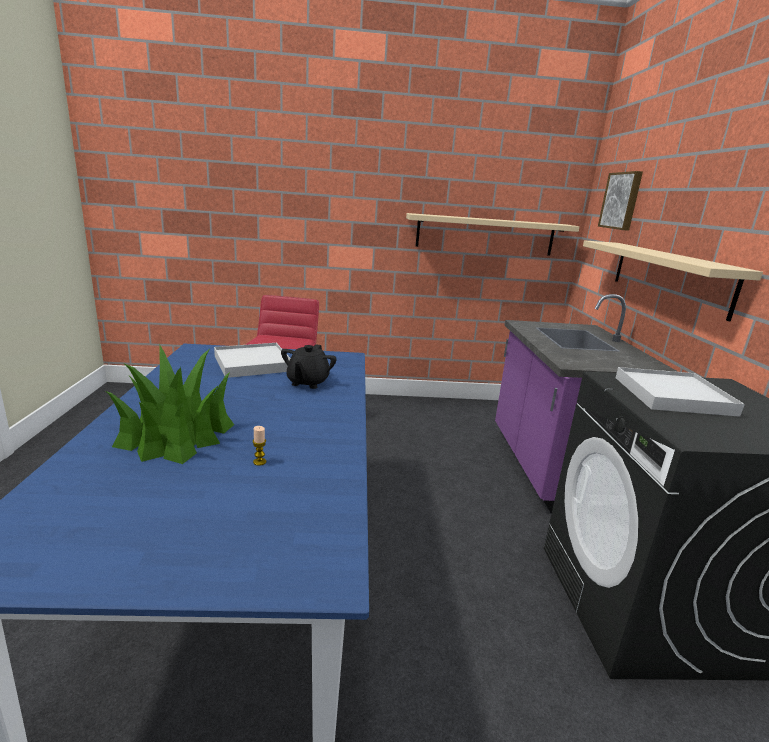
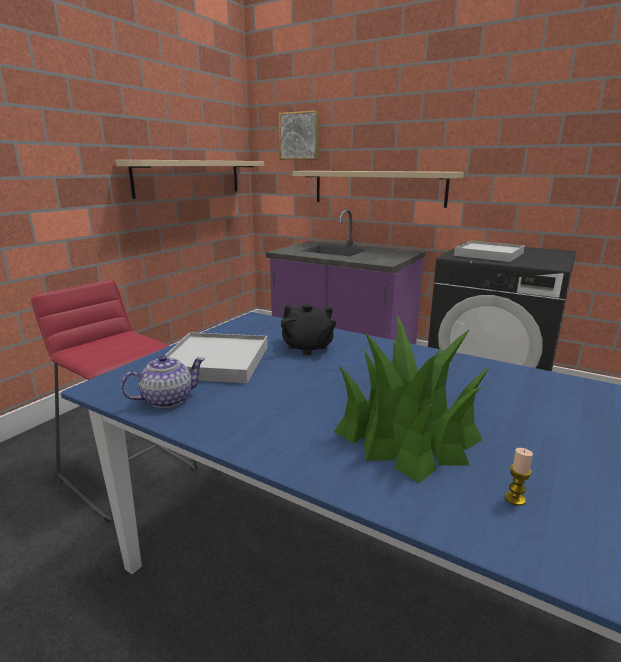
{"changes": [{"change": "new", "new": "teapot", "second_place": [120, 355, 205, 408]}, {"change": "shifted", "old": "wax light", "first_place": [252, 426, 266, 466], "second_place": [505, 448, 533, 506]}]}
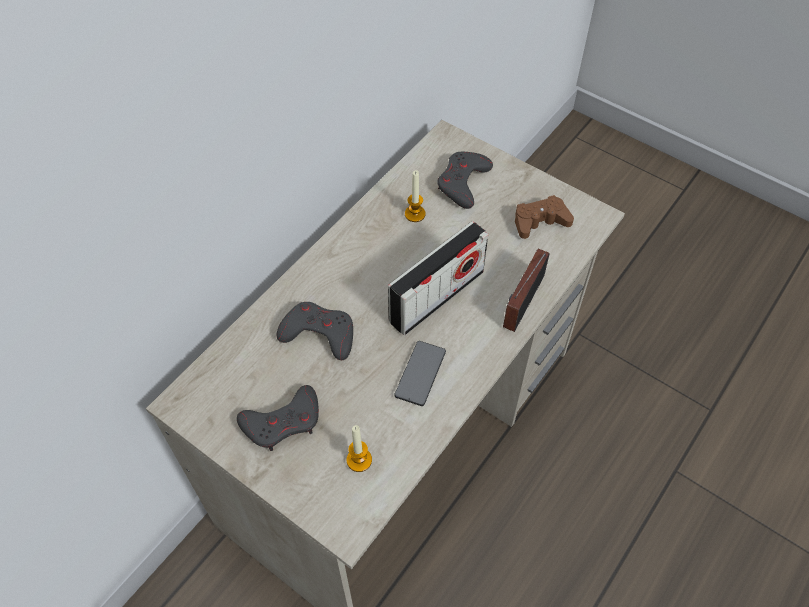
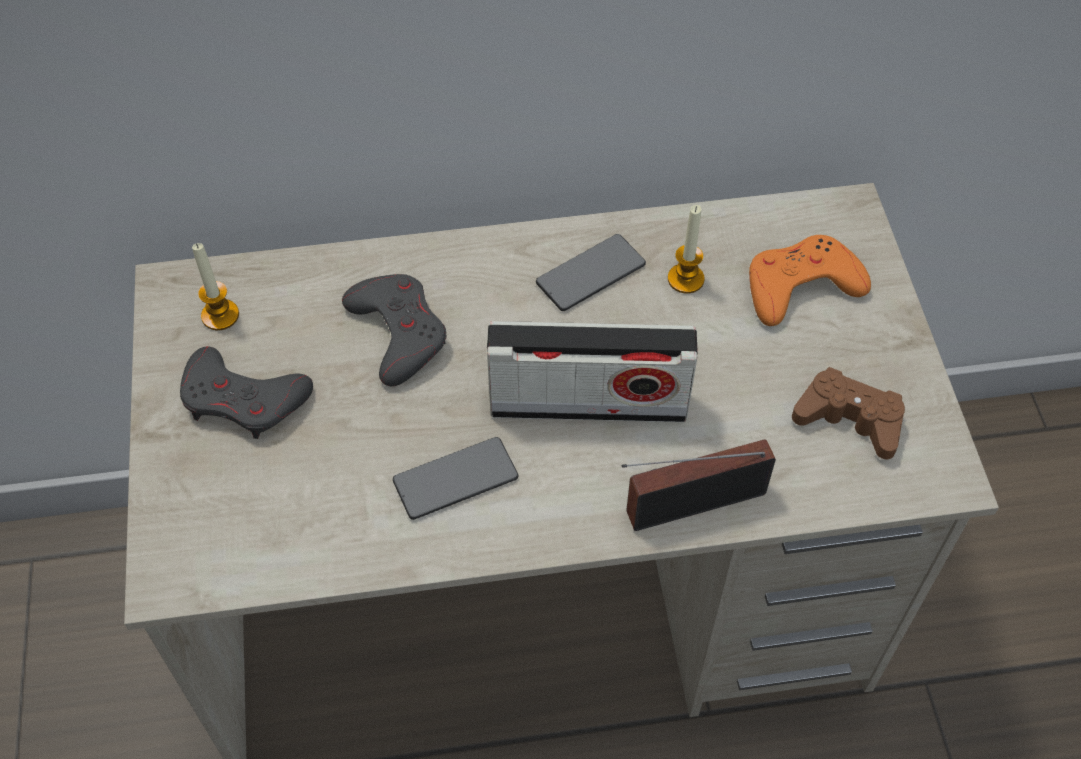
{"changes": [{"change": "new", "new": "handset", "second_place": [536, 234, 646, 311]}, {"change": "shifted", "old": "wax light", "first_place": [347, 425, 372, 472], "second_place": [192, 243, 239, 330]}, {"change": "repainted", "old": "greyish gamepad", "new": "orangey gamepad", "first_place": [437, 152, 493, 209], "second_place": [749, 235, 871, 326]}]}
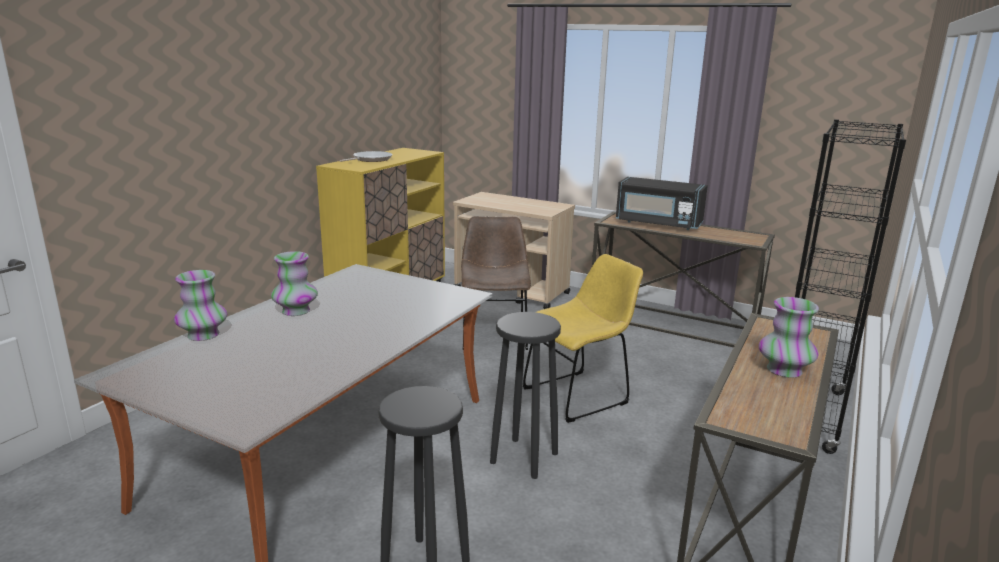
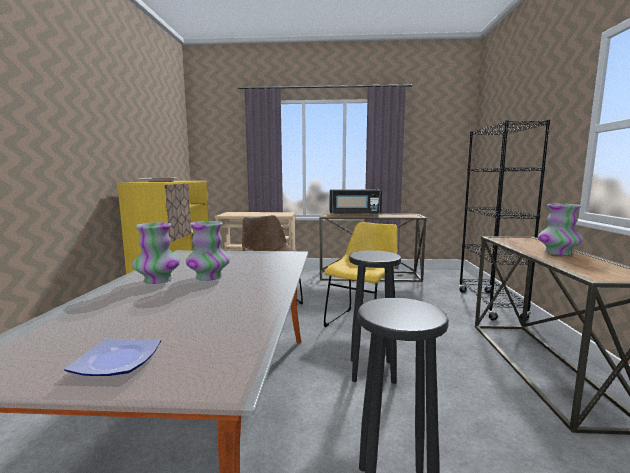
{"changes": [{"change": "new", "new": "flat dish", "second_place": [64, 338, 161, 376]}, {"change": "shifted", "old": "decorative vase", "first_place": [174, 270, 227, 341], "second_place": [186, 221, 230, 281]}]}
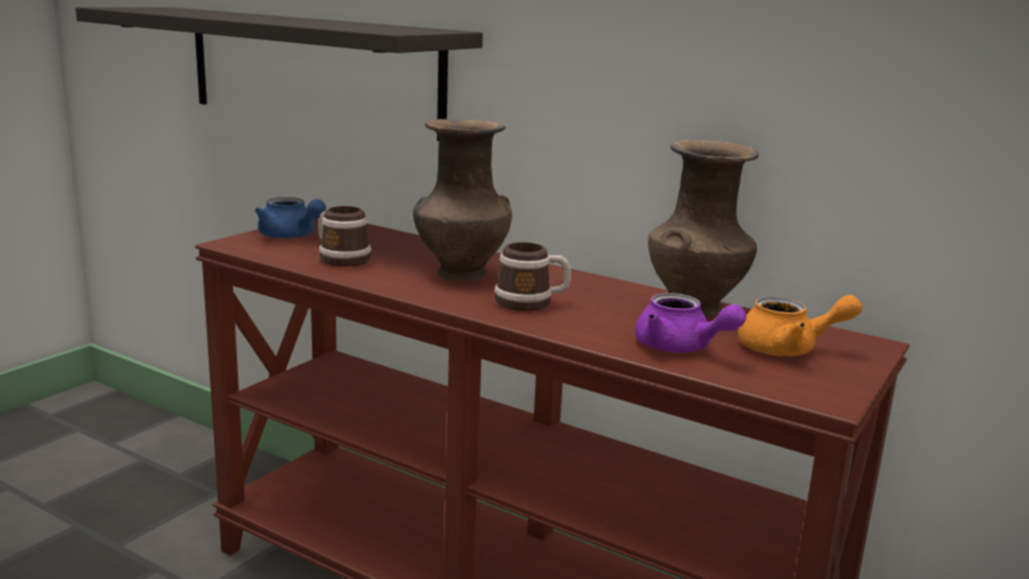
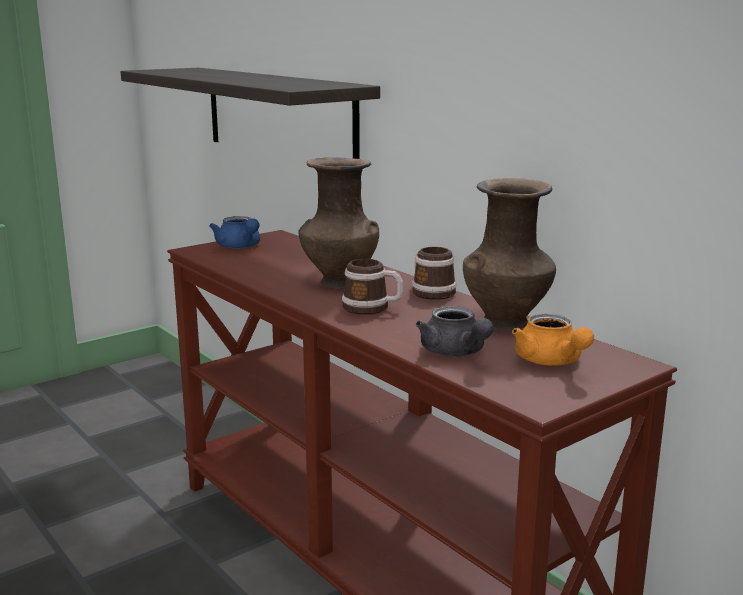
{"changes": [{"change": "shifted", "old": "coffee mug", "first_place": [318, 206, 371, 266], "second_place": [412, 247, 457, 300]}, {"change": "repainted", "old": "purplish teapot", "new": "greyish teapot", "first_place": [635, 293, 746, 353], "second_place": [416, 306, 494, 356]}, {"change": "rotated", "old": "orangey teapot", "first_place": [738, 295, 862, 356], "second_place": [512, 314, 594, 366], "degrees": 45}]}
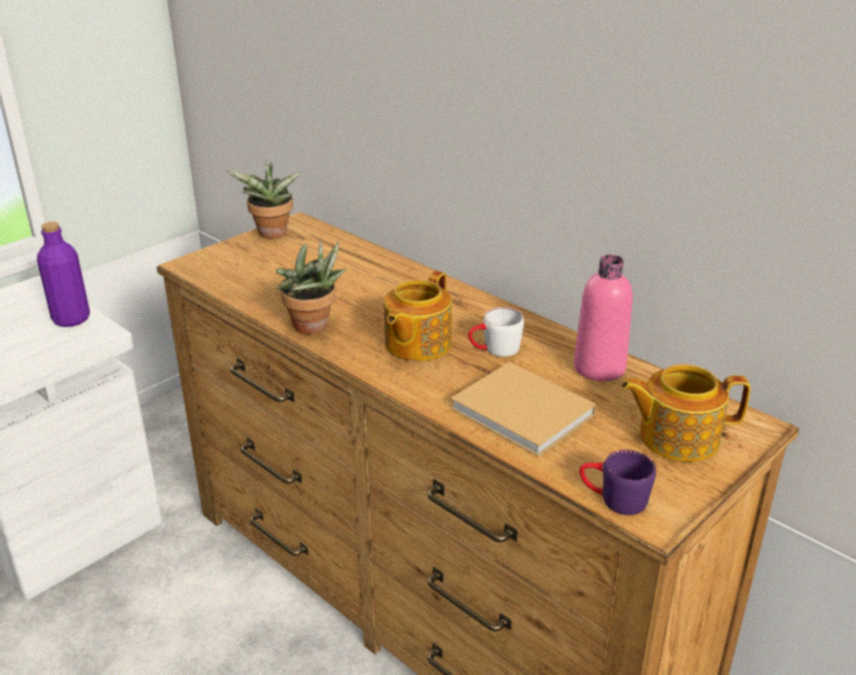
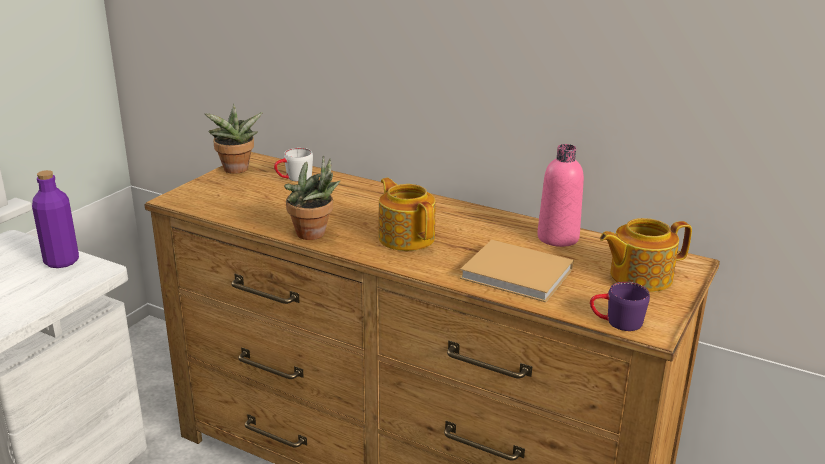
{"changes": [{"change": "shifted", "old": "whitish coffee mug", "first_place": [468, 307, 524, 357], "second_place": [274, 148, 313, 182]}, {"change": "rotated", "old": "teapot", "first_place": [384, 271, 452, 361], "second_place": [378, 178, 436, 251], "degrees": 135}]}
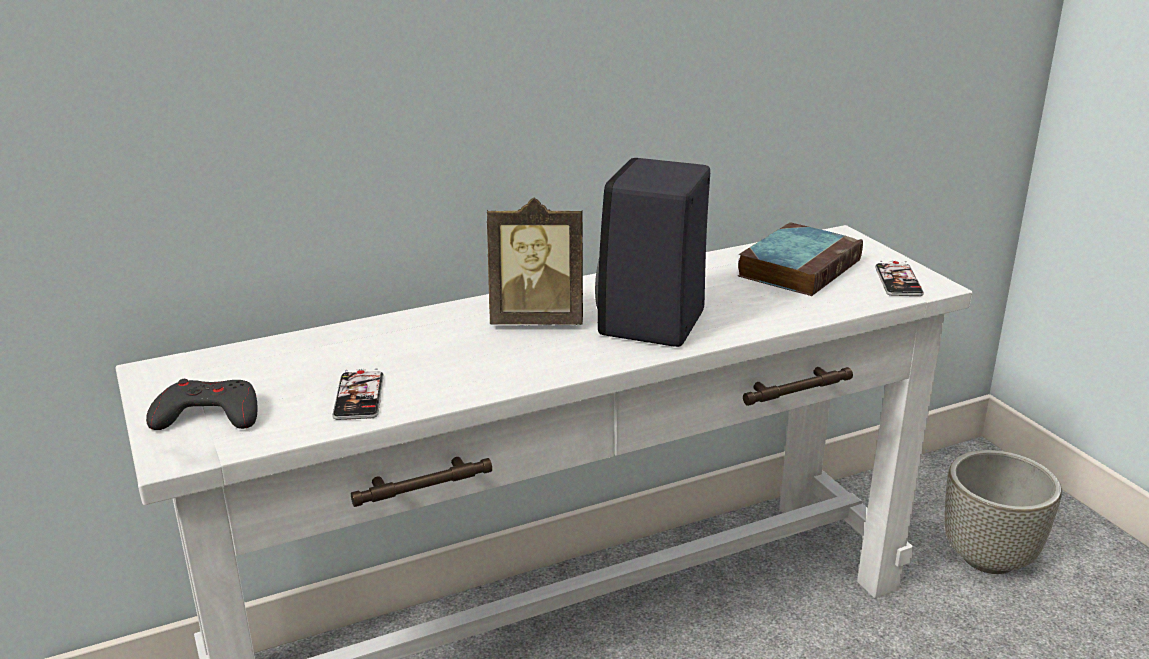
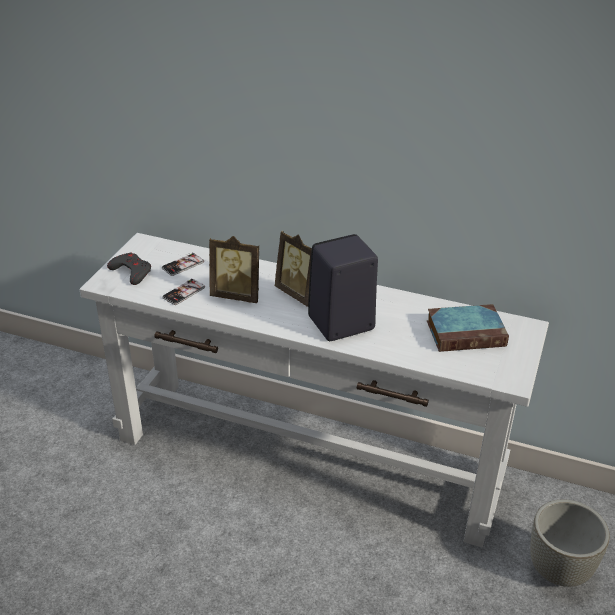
{"changes": [{"change": "new", "new": "photo frame", "second_place": [209, 236, 259, 303]}, {"change": "shifted", "old": "handset", "first_place": [875, 261, 924, 296], "second_place": [162, 252, 204, 276]}]}
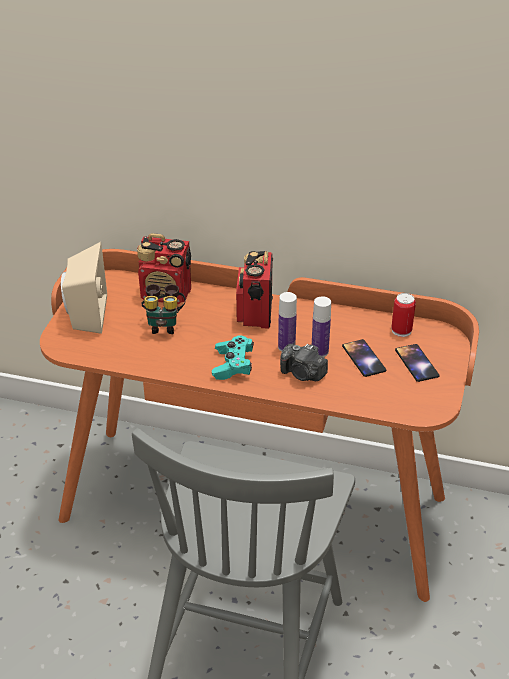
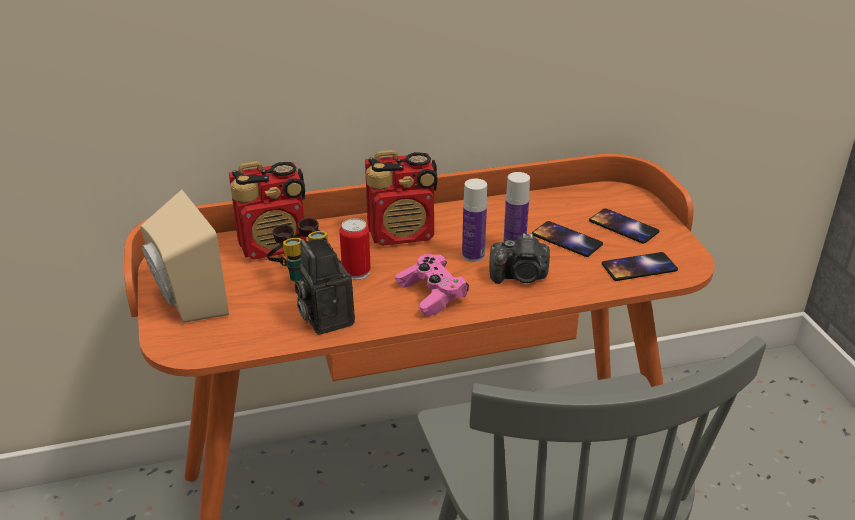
{"changes": [{"change": "new", "new": "still camera", "second_place": [295, 238, 355, 335]}, {"change": "new", "new": "handset", "second_place": [602, 252, 678, 281]}, {"change": "shifted", "old": "can", "first_place": [391, 293, 416, 337], "second_place": [339, 218, 371, 280]}, {"change": "repainted", "old": "turquoise gamepad", "new": "pinkish gamepad", "first_place": [212, 335, 254, 380], "second_place": [395, 254, 469, 317]}, {"change": "rotated", "old": "radio set", "first_place": [236, 251, 273, 328], "second_place": [365, 150, 438, 246], "degrees": -75}]}
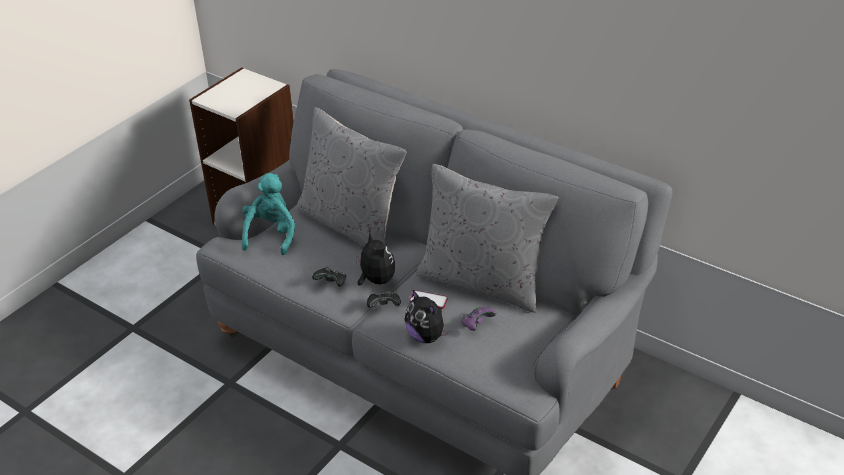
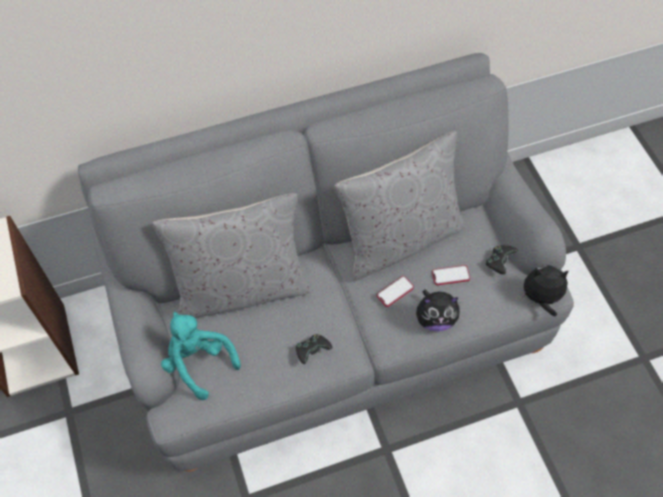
{"changes": [{"change": "shifted", "old": "soft toy", "first_place": [356, 232, 395, 285], "second_place": [520, 265, 569, 317]}, {"change": "shifted", "old": "blackish gamepad", "first_place": [367, 291, 401, 308], "second_place": [486, 245, 518, 274]}, {"change": "swapped", "old": "purplish gamepad", "new": "handset", "first_place": [461, 307, 496, 331], "second_place": [432, 265, 470, 285]}]}
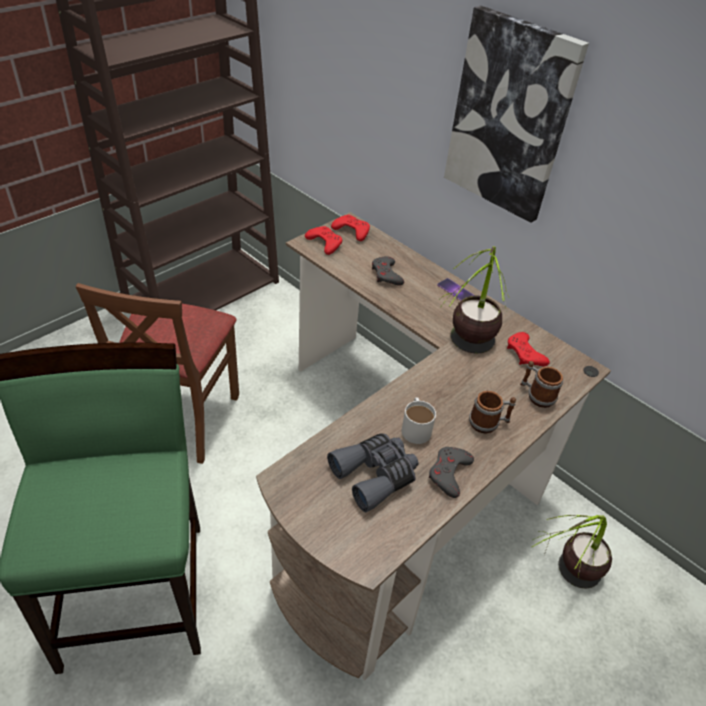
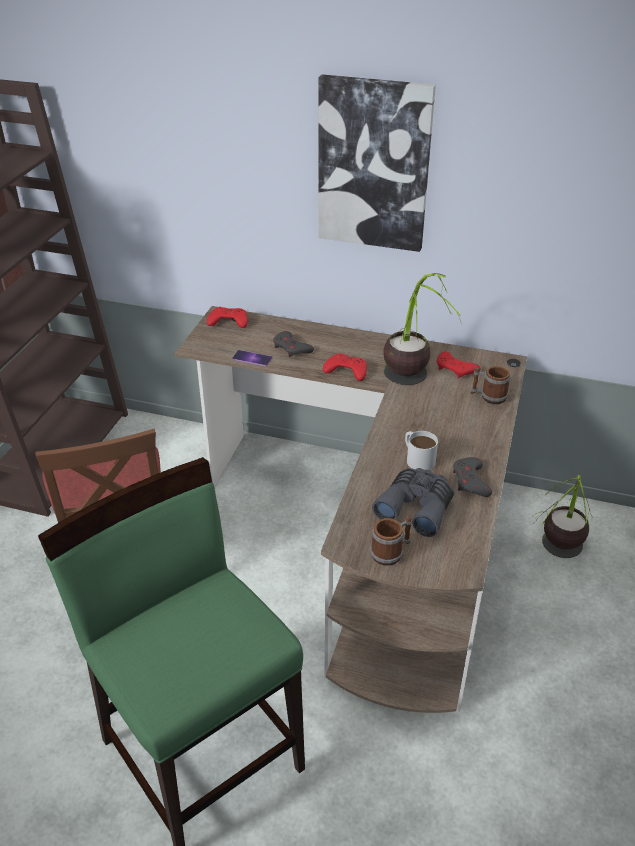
{"changes": [{"change": "shifted", "old": "reddish gamepad", "first_place": [305, 226, 342, 255], "second_place": [323, 353, 367, 381]}, {"change": "shifted", "old": "handset", "first_place": [437, 278, 475, 301], "second_place": [232, 350, 273, 366]}, {"change": "shifted", "old": "coffee mug", "first_place": [469, 391, 516, 433], "second_place": [370, 515, 412, 566]}]}
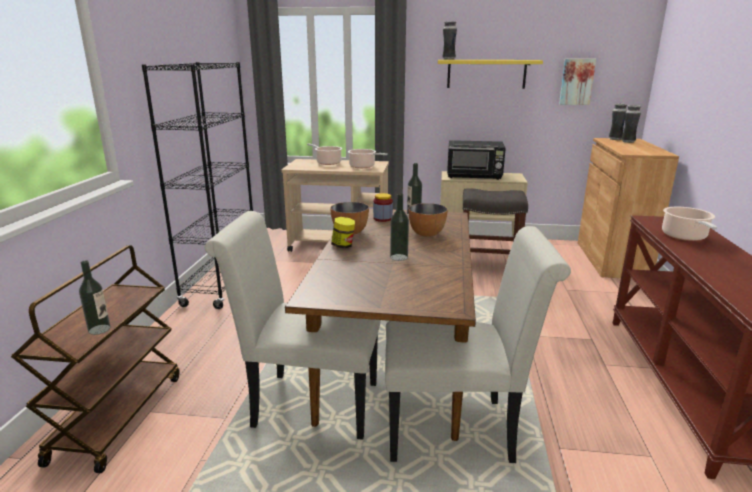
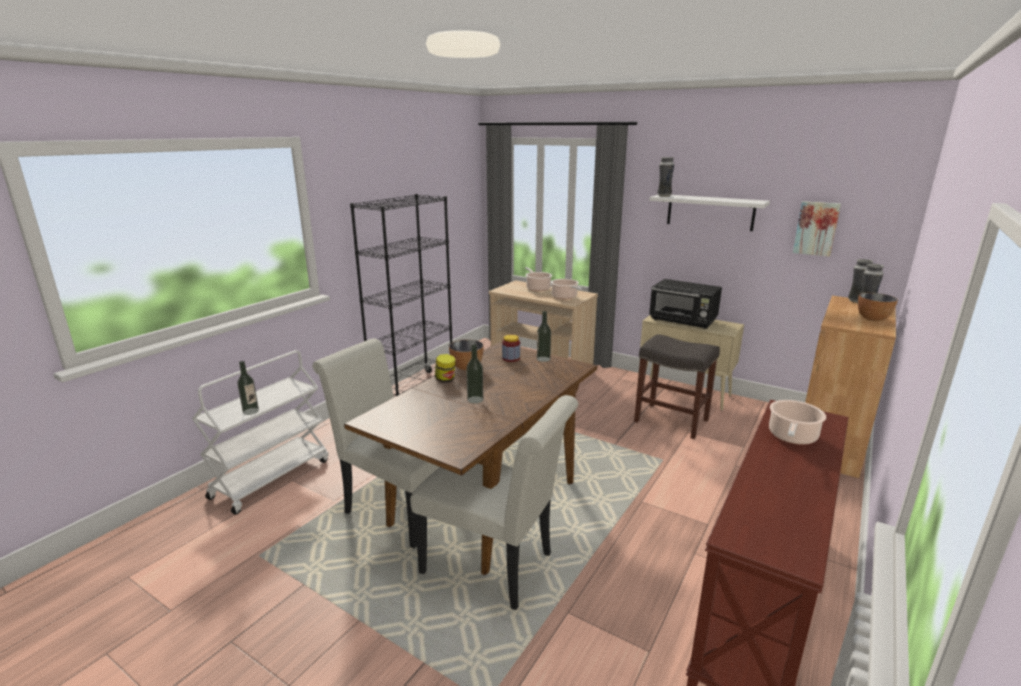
{"changes": [{"change": "shifted", "old": "bowl", "first_place": [409, 203, 448, 237], "second_place": [858, 293, 898, 321]}, {"change": "repainted", "old": "brownish cart", "new": "whitish cart", "first_place": [11, 245, 180, 473], "second_place": [192, 350, 328, 515]}, {"change": "repainted", "old": "yellow-coloured wall shelf", "new": "whitish wall shelf", "first_place": [438, 60, 543, 89], "second_place": [649, 195, 770, 231]}]}
